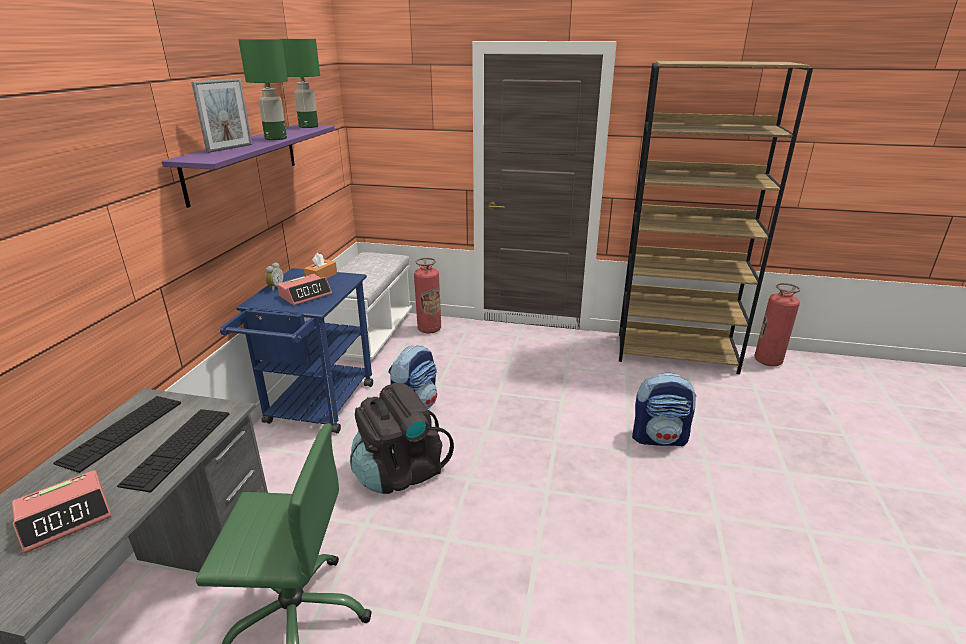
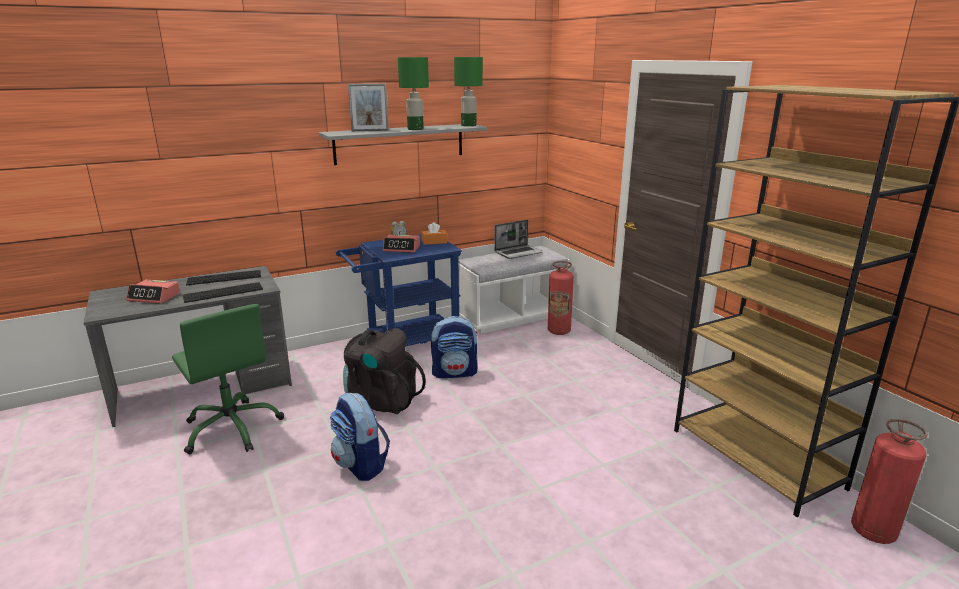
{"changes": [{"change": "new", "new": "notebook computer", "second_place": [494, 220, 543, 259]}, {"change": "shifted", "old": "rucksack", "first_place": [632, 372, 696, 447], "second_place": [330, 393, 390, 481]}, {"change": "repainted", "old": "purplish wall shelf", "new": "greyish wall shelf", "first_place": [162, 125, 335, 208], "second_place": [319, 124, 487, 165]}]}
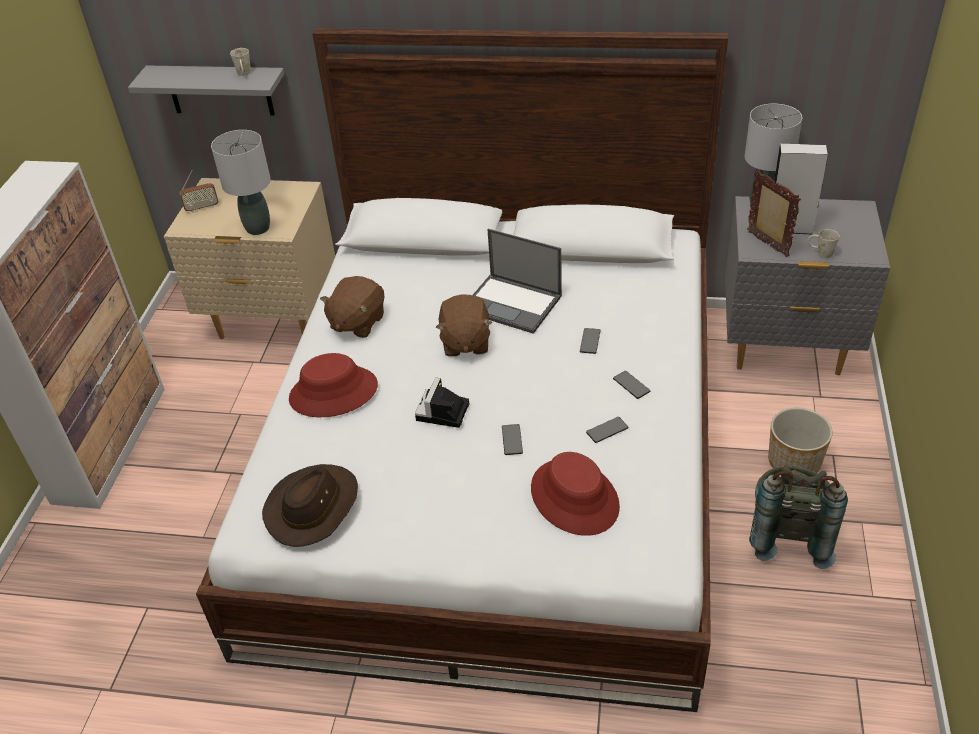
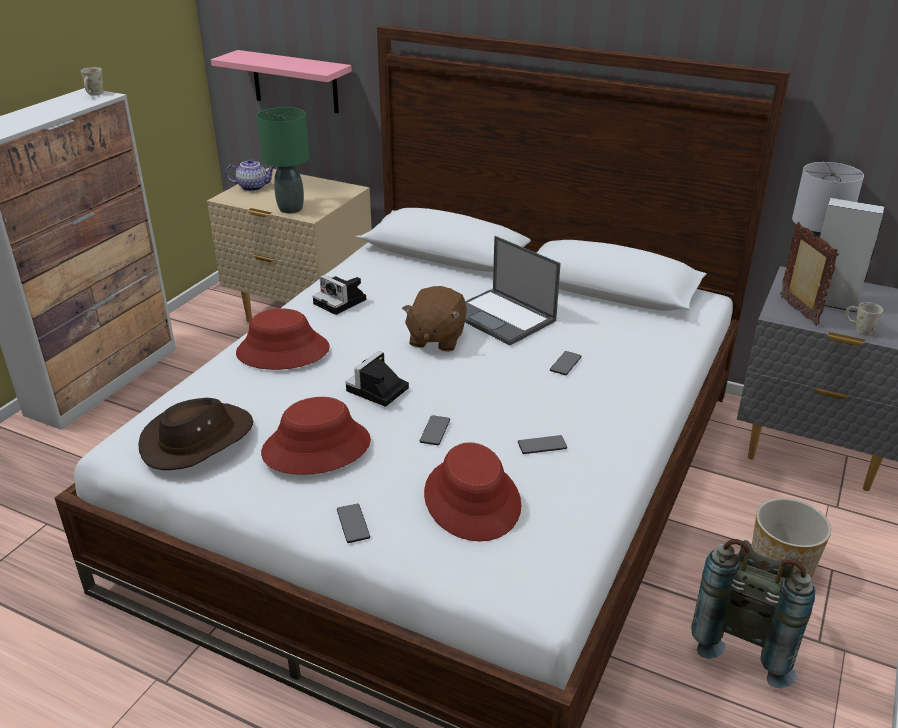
{"changes": [{"change": "new", "new": "reddish hat", "second_place": [261, 397, 371, 475]}, {"change": "shifted", "old": "whitish coffee mug", "first_place": [230, 48, 251, 76], "second_place": [81, 67, 103, 96]}, {"change": "shifted", "old": "handset", "first_place": [613, 371, 650, 399], "second_place": [337, 504, 370, 543]}, {"change": "swapped", "old": "radio set", "new": "teapot", "first_place": [179, 170, 218, 213], "second_place": [225, 159, 276, 191]}, {"change": "swapped", "old": "brownish soft toy", "new": "still camera", "first_place": [320, 276, 384, 338], "second_place": [313, 275, 366, 315]}, {"change": "repainted", "old": "greyish wall shelf", "new": "pinkish wall shelf", "first_place": [128, 65, 284, 116], "second_place": [211, 50, 352, 113]}, {"change": "repainted", "old": "greyish lamp for a table", "new": "green lamp for a table", "first_place": [211, 130, 271, 235], "second_place": [257, 107, 310, 213]}]}
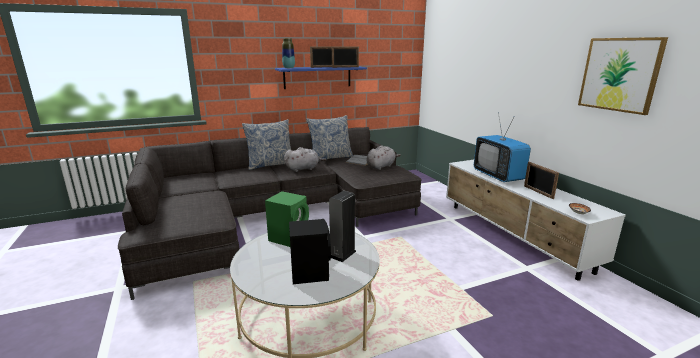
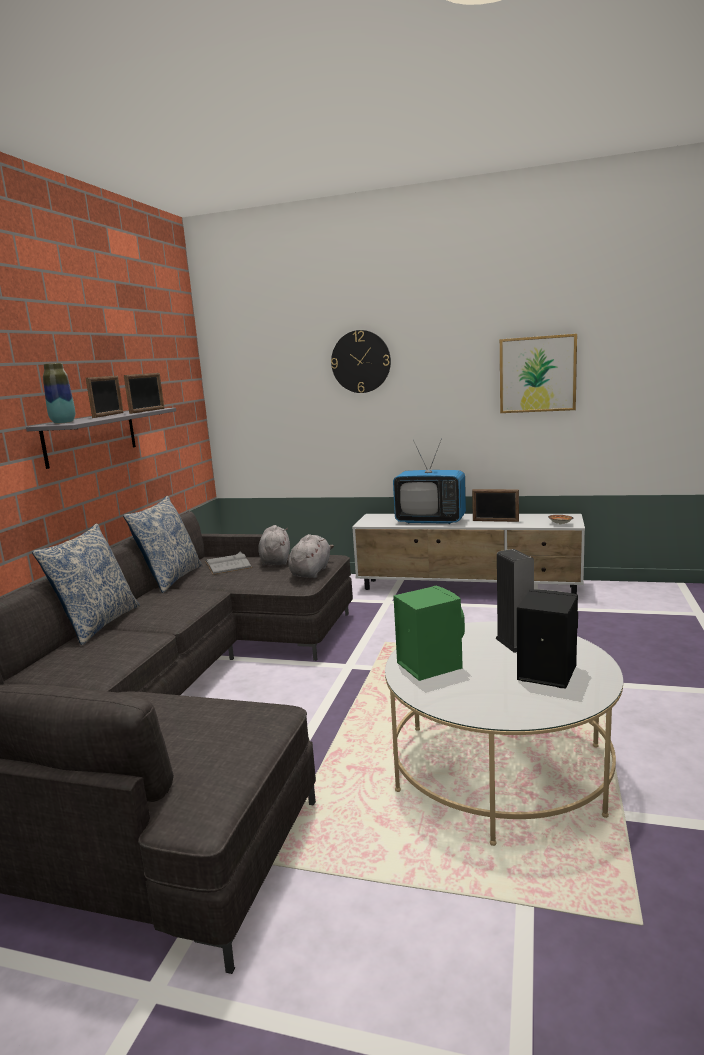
{"changes": [{"change": "new", "new": "wall clock", "second_place": [331, 330, 391, 393]}, {"change": "shifted", "old": "greyish soft toy", "first_place": [284, 147, 327, 172], "second_place": [288, 534, 334, 578]}, {"change": "repainted", "old": "bluish wall shelf", "new": "greyish wall shelf", "first_place": [275, 67, 367, 89], "second_place": [26, 408, 176, 469]}]}
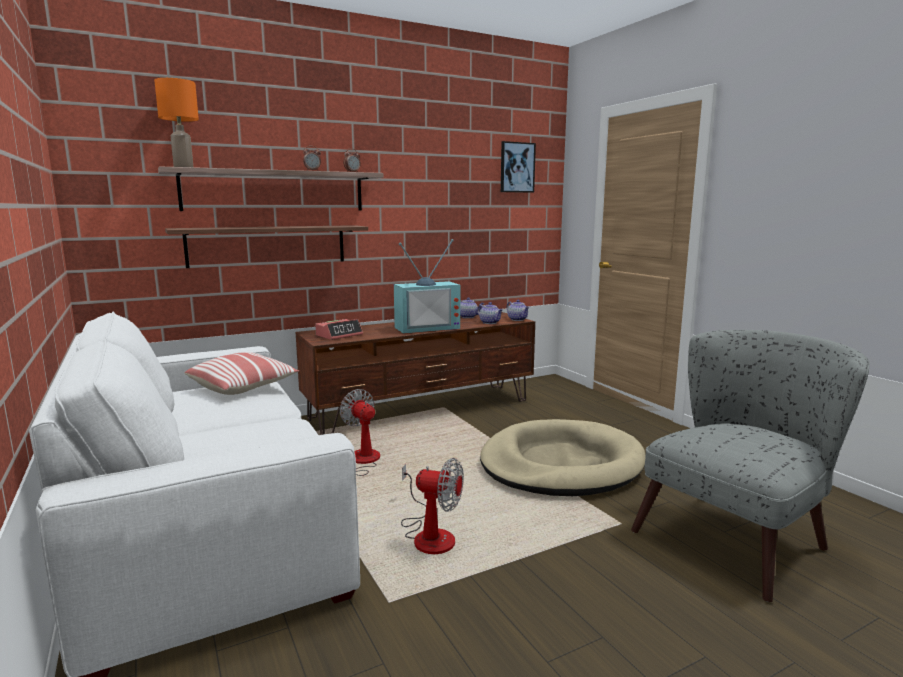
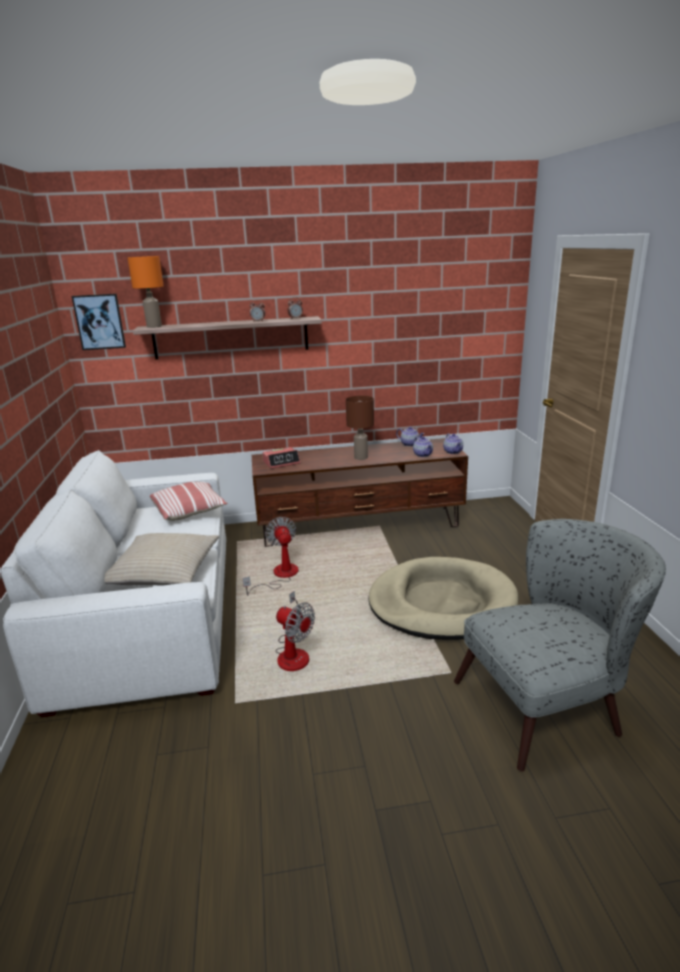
{"changes": [{"change": "gone", "old": "wall shelf", "first_place": [165, 225, 368, 268]}, {"change": "new", "new": "beige throw pillow", "second_place": [104, 533, 219, 586]}, {"change": "shifted", "old": "wall picture", "first_place": [501, 141, 536, 193], "second_place": [71, 294, 126, 350]}, {"change": "swapped", "old": "TV set", "new": "brownish lamp for a table", "first_place": [394, 239, 460, 334], "second_place": [346, 396, 374, 460]}]}
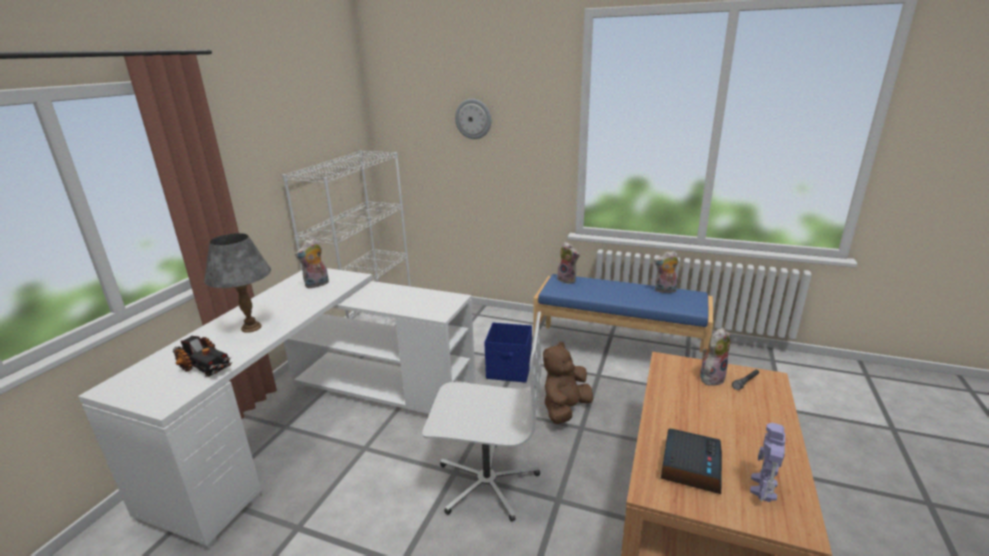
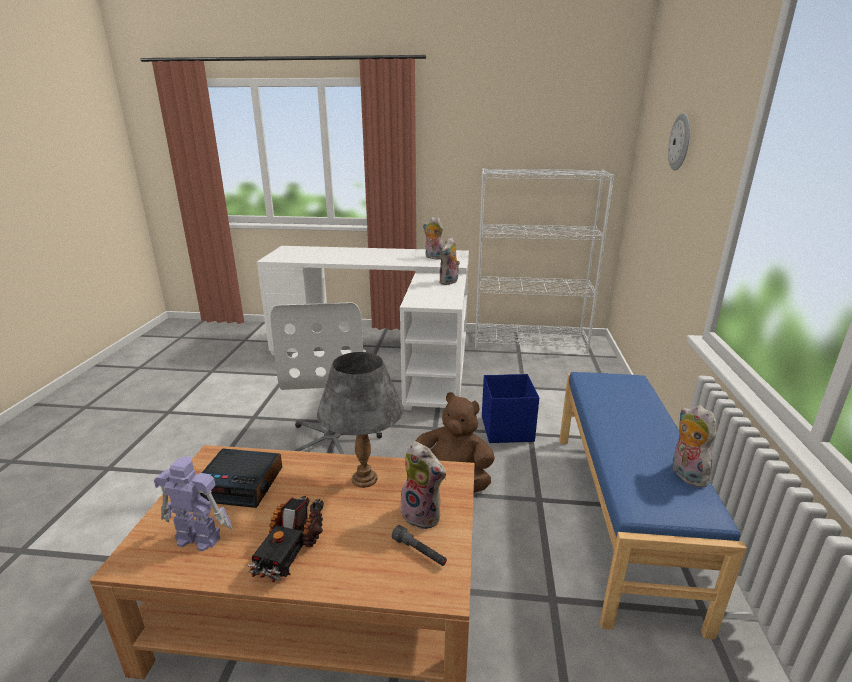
{"changes": [{"change": "shifted", "old": "toy truck", "first_place": [173, 336, 233, 377], "second_place": [247, 496, 324, 582]}, {"change": "shifted", "old": "greyish lamp for a table", "first_place": [204, 233, 271, 333], "second_place": [317, 352, 403, 488]}, {"change": "shifted", "old": "soft toy", "first_place": [557, 242, 579, 284], "second_place": [439, 237, 460, 285]}]}
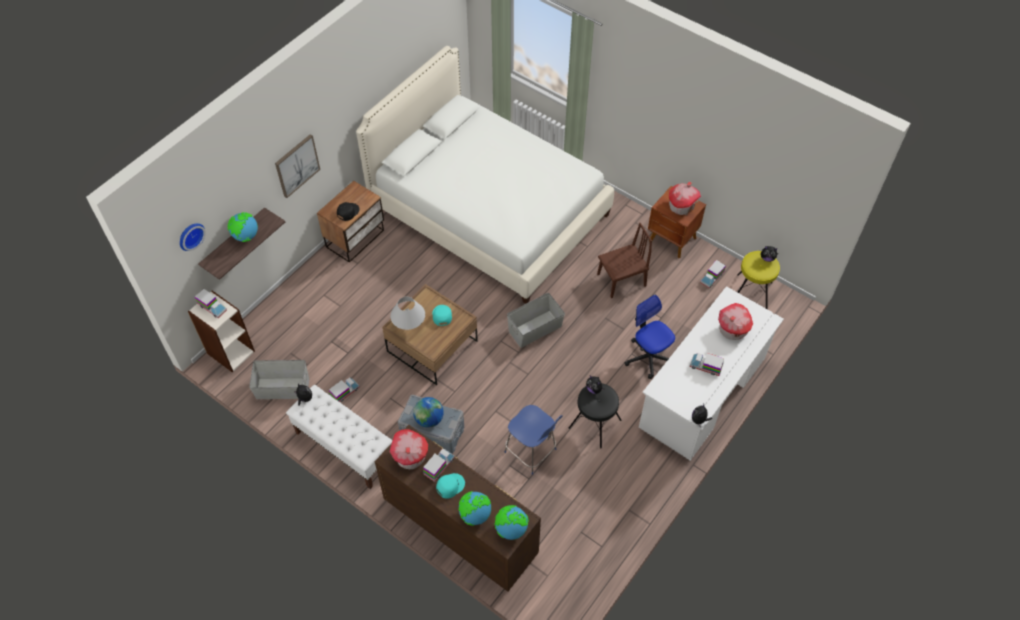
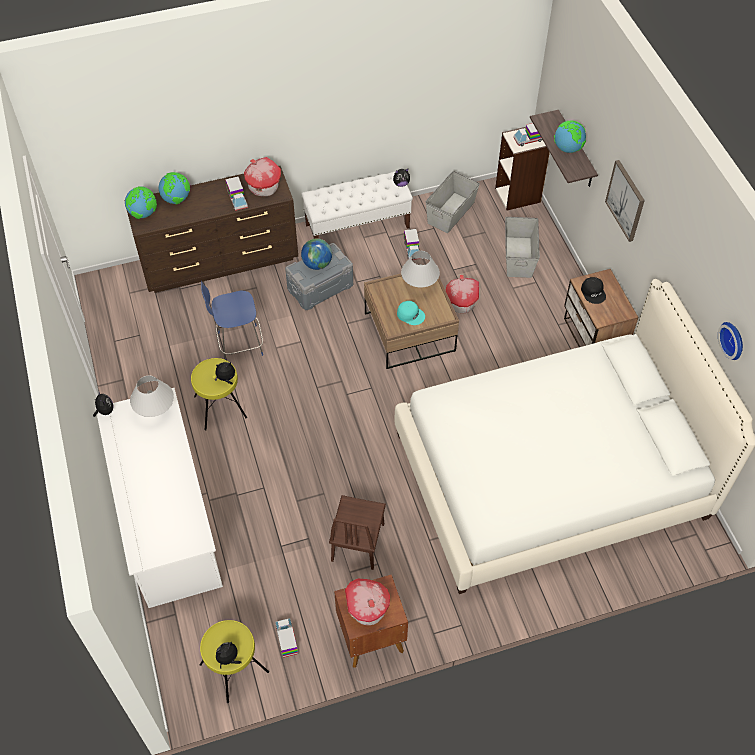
{"changes": [{"change": "gone", "old": "turquoise peaked cap", "first_place": [436, 473, 465, 498]}, {"change": "gone", "old": "desk chair", "first_place": [625, 295, 675, 379]}, {"change": "gone", "old": "toy truck", "first_place": [690, 353, 724, 376]}, {"change": "new", "new": "whitish lamp for a table", "second_place": [130, 376, 174, 417]}, {"change": "shifted", "old": "wall clock", "first_place": [180, 223, 206, 251], "second_place": [718, 322, 743, 360]}, {"change": "shifted", "old": "greyish storage container", "first_place": [507, 293, 565, 348], "second_place": [505, 217, 540, 278]}, {"change": "shifted", "old": "miniature house", "first_place": [718, 303, 753, 340], "second_place": [445, 275, 479, 313]}, {"change": "repainted", "old": "blackish stool seat", "new": "yellow-coloured stool seat", "first_place": [568, 383, 622, 448], "second_place": [191, 358, 247, 431]}]}
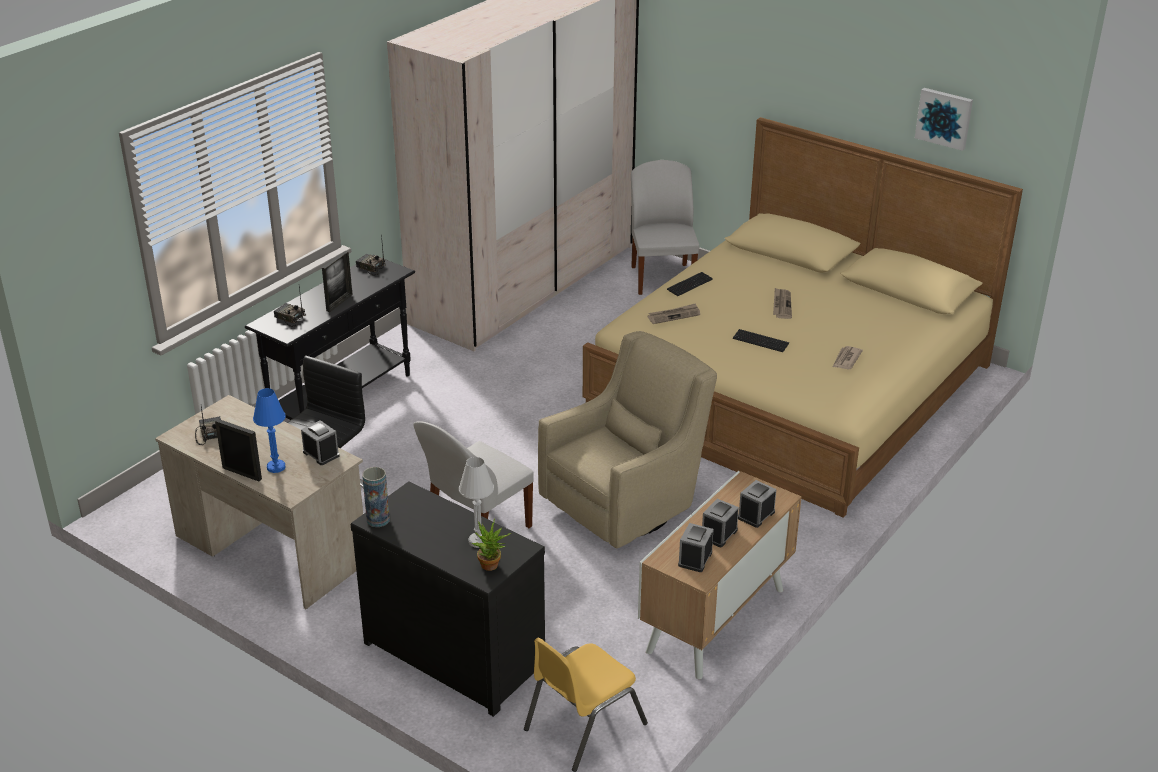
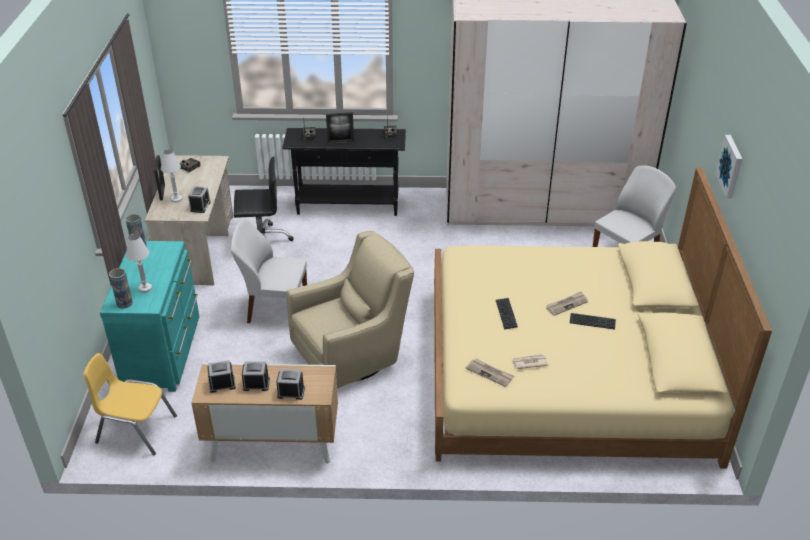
{"changes": [{"change": "shifted", "old": "printed paper", "first_place": [647, 303, 700, 324], "second_place": [466, 359, 515, 387]}, {"change": "shifted", "old": "PC keyboard", "first_place": [667, 272, 713, 296], "second_place": [570, 313, 616, 330]}, {"change": "shifted", "old": "wall picture", "first_place": [915, 88, 973, 151], "second_place": [715, 135, 742, 199]}, {"change": "swapped", "old": "potted plant", "new": "decorative vase", "first_place": [472, 518, 511, 571], "second_place": [109, 268, 133, 309]}, {"change": "repainted", "old": "bluish lamp for a table", "new": "whitish lamp for a table", "first_place": [253, 388, 286, 473], "second_place": [161, 149, 182, 203]}, {"change": "repainted", "old": "blackish chest of drawers", "new": "turquoise chest of drawers", "first_place": [351, 481, 545, 717], "second_place": [100, 241, 199, 392]}, {"change": "rotated", "old": "beige easy chair", "first_place": [538, 331, 717, 548], "second_place": [287, 231, 414, 389], "degrees": -45}]}
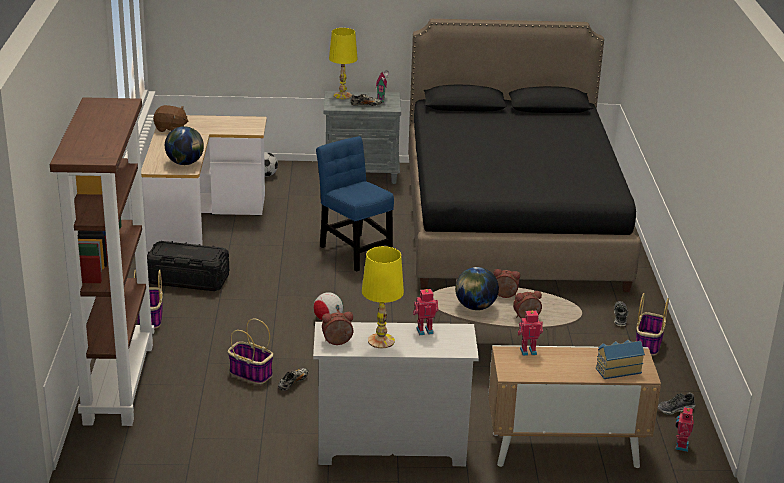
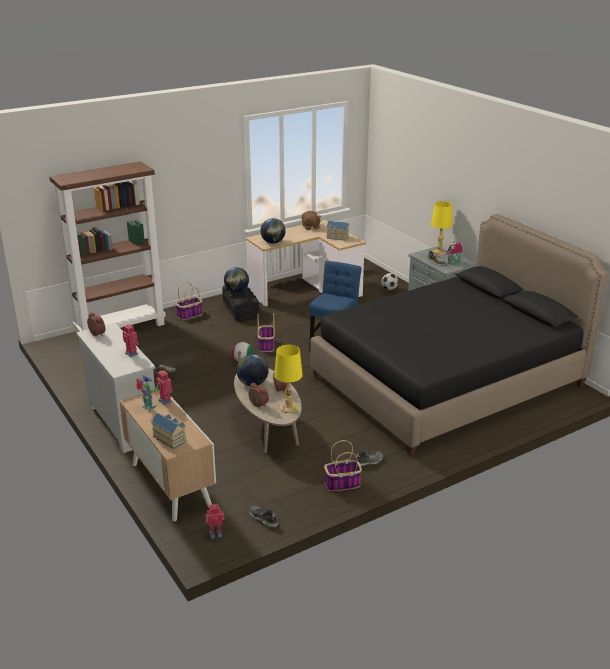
{"changes": [{"change": "new", "new": "toy robot", "second_place": [136, 376, 158, 411]}, {"change": "new", "new": "desk globe", "second_place": [224, 267, 249, 292]}, {"change": "new", "new": "miniature house", "second_place": [327, 221, 349, 240]}, {"change": "shifted", "old": "basket", "first_place": [228, 319, 273, 384], "second_place": [257, 313, 275, 352]}, {"change": "shifted", "old": "yellow-coloured lamp for a table", "first_place": [362, 246, 404, 348], "second_place": [274, 345, 303, 413]}]}
